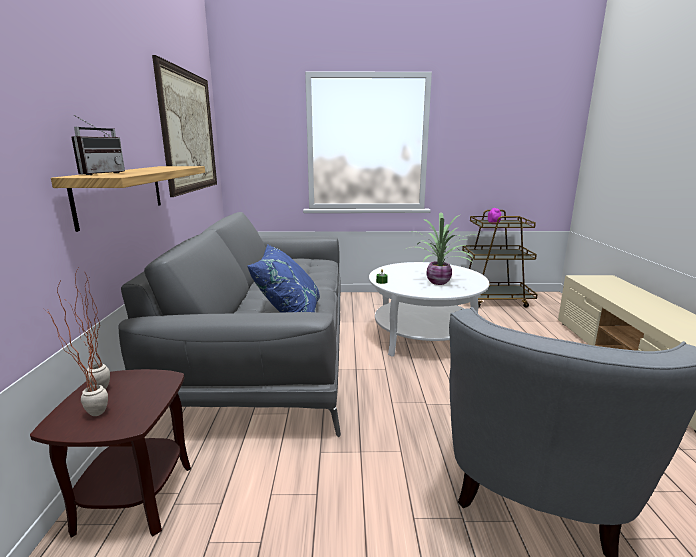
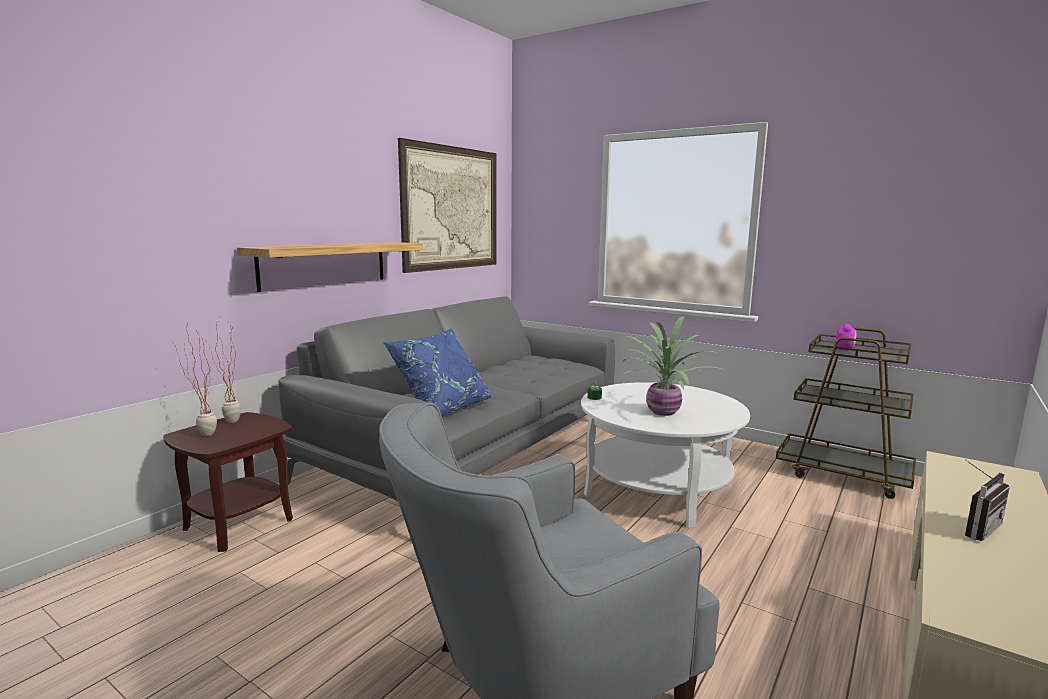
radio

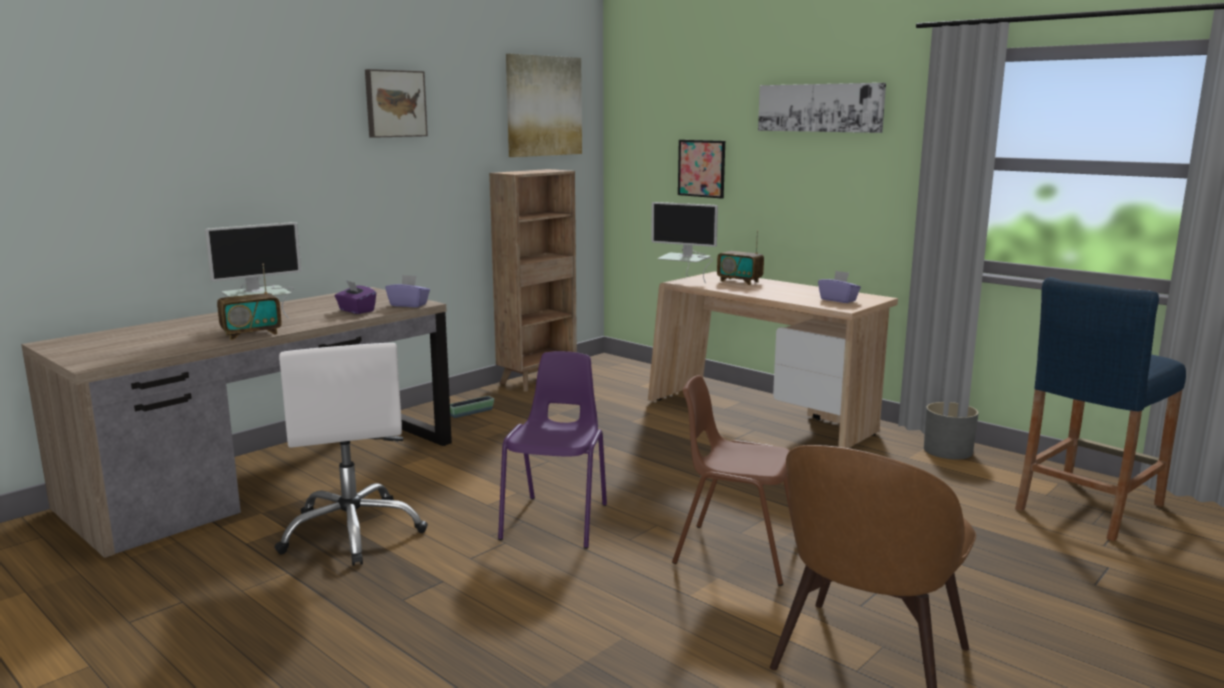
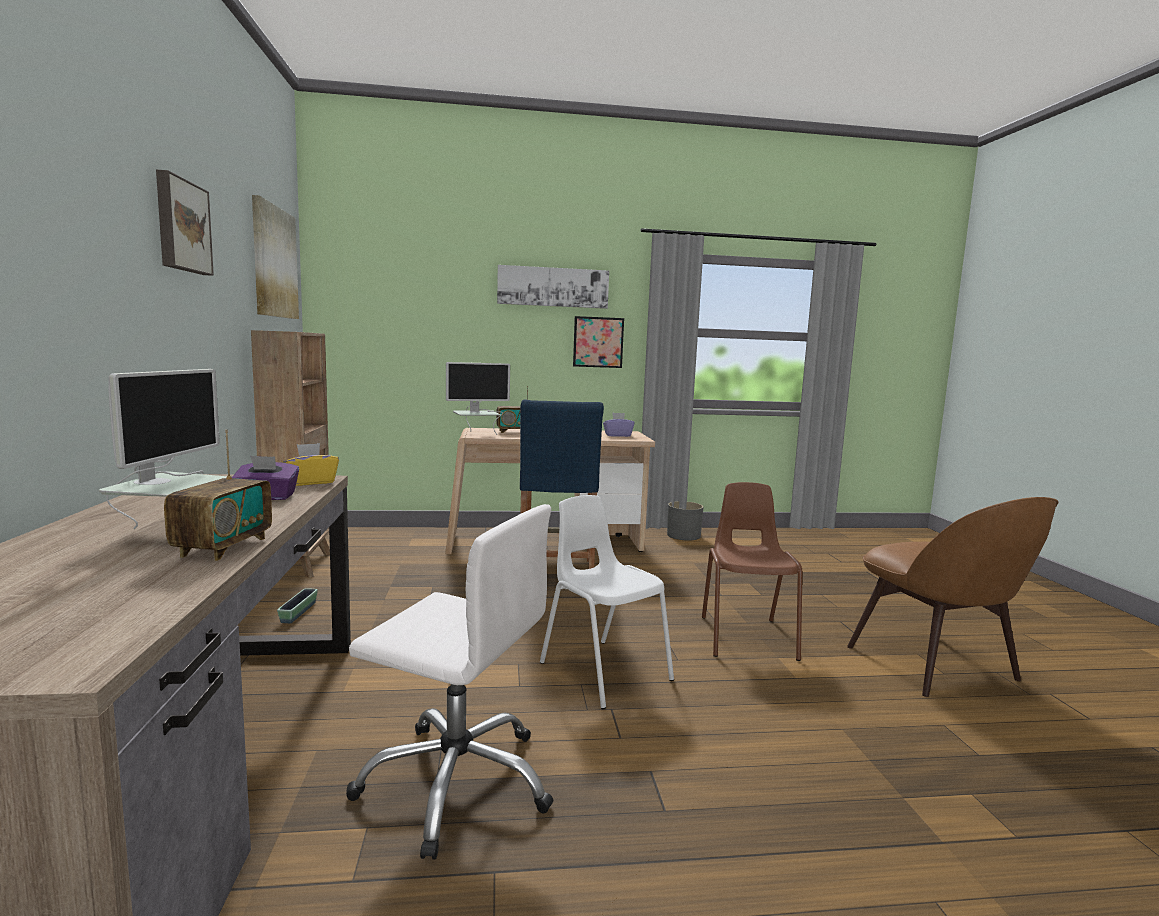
boîte à mouchoirs/jaune; tabouret/bleu; chaise/blanc; tableau (4th from left); chaise/marron (1st from left)

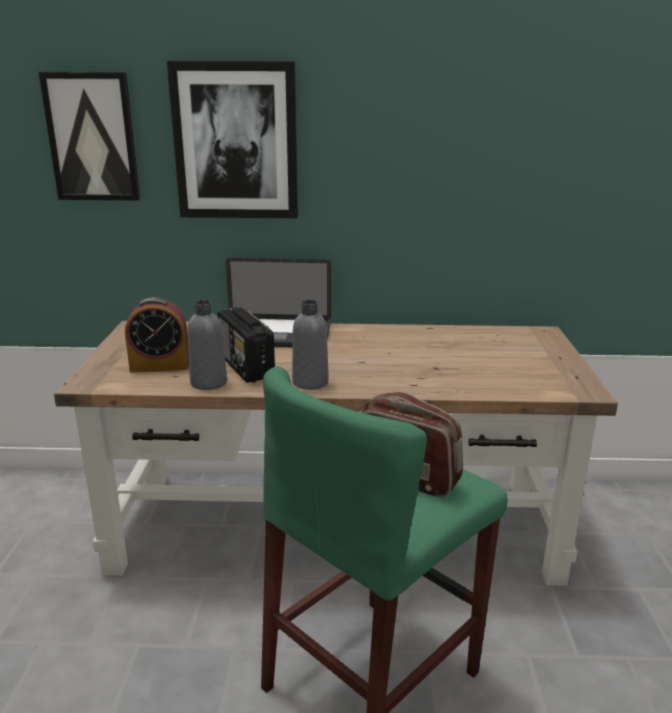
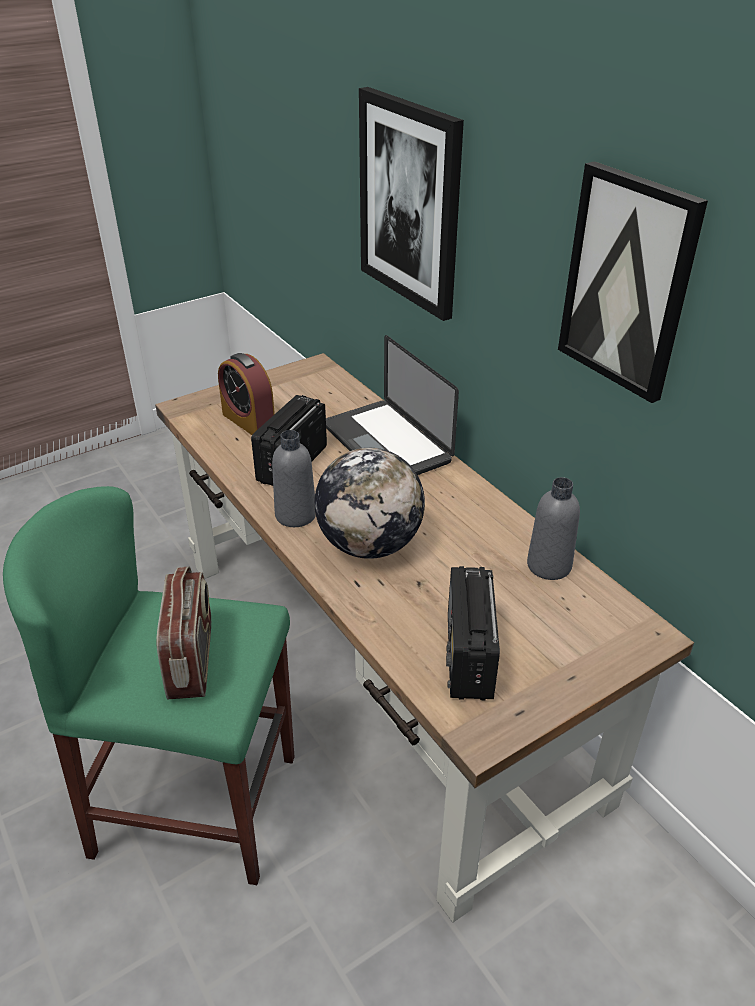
globe; radio (3rd from left); bouteille/gris (2nd from left); tableau (2nd from left)

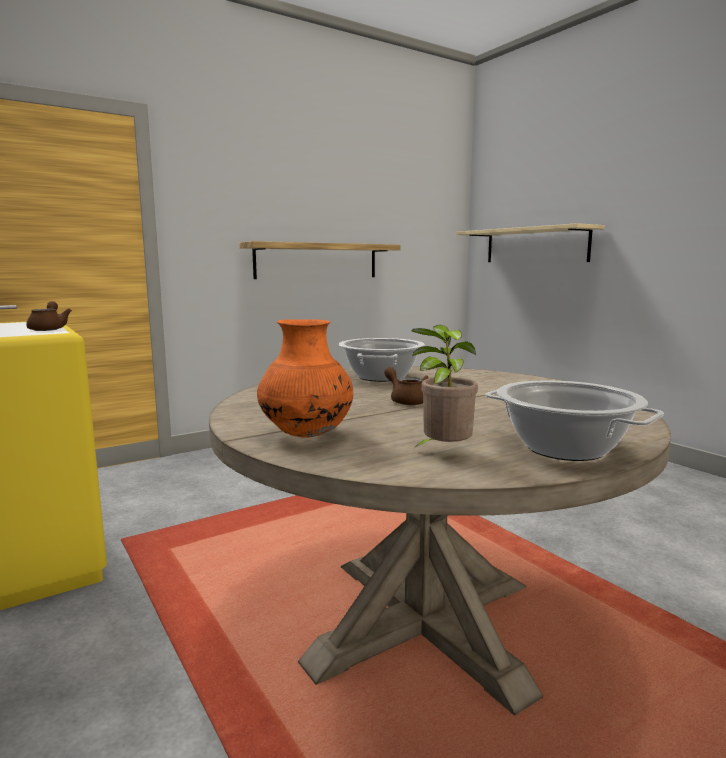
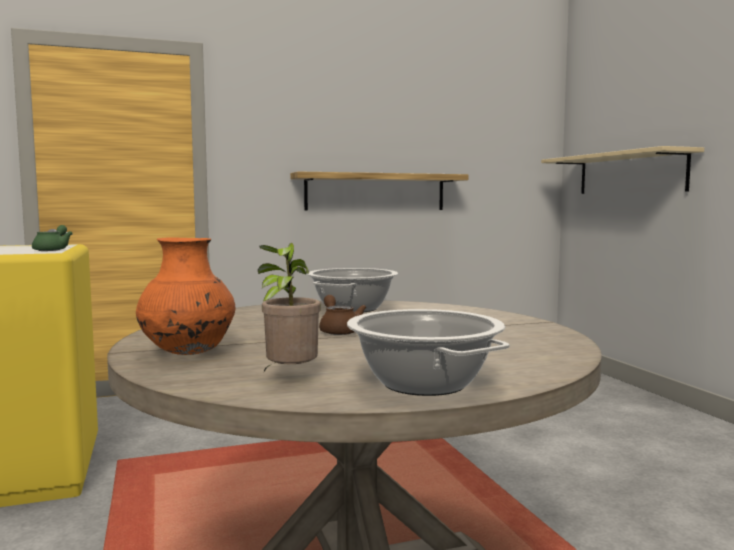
théière/vert

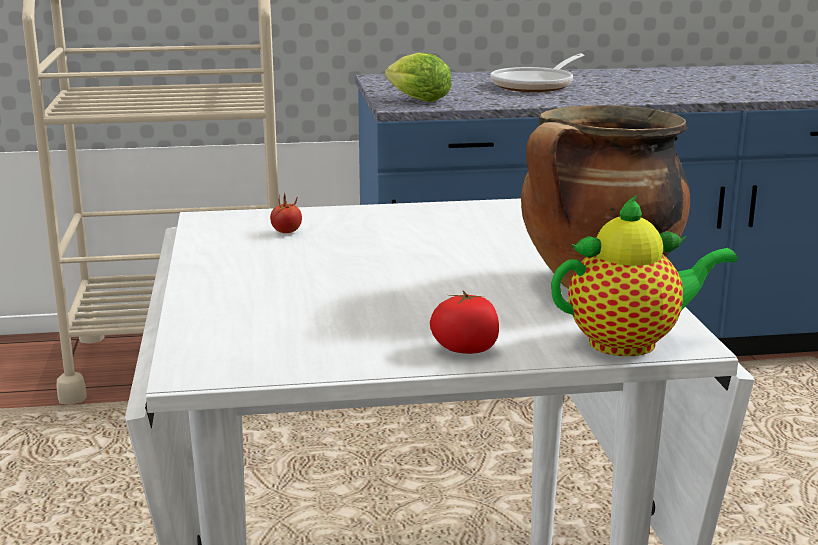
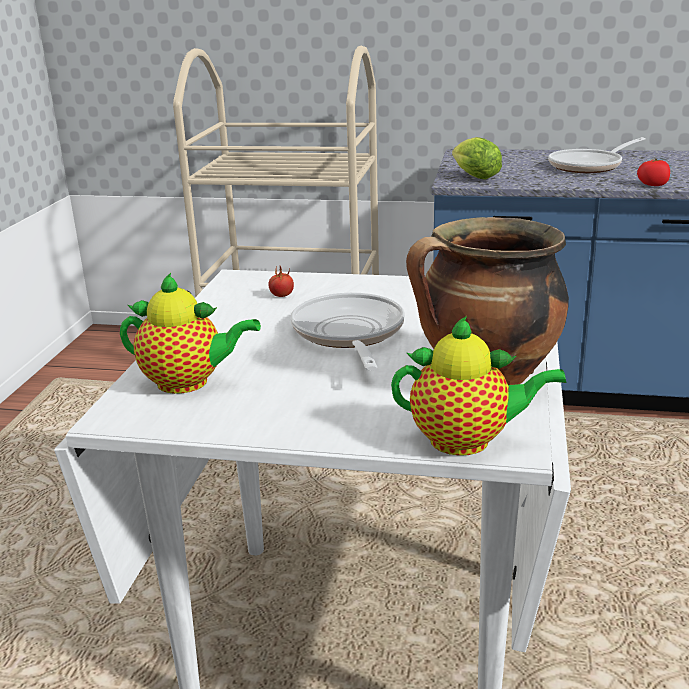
théière (1st from left); poêle (1st from left); tomate (2nd from left)

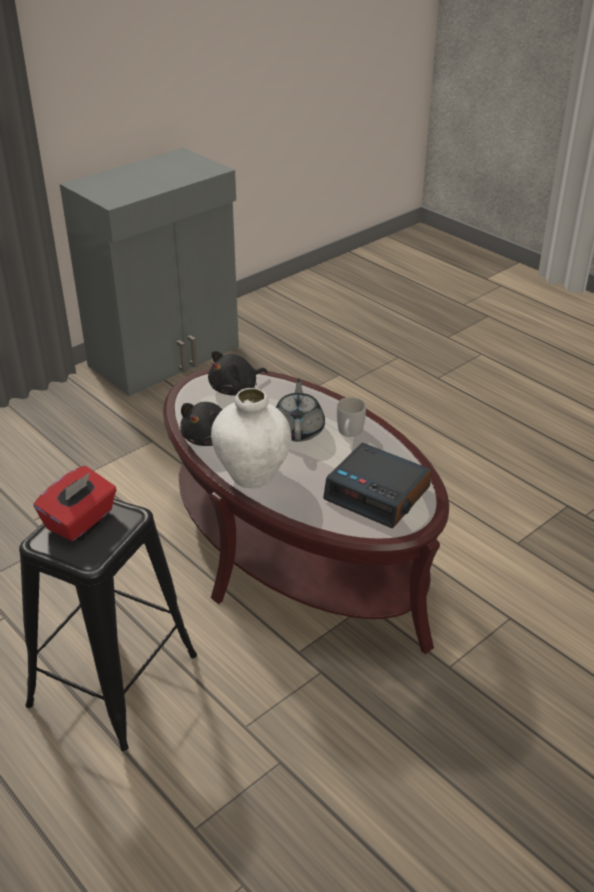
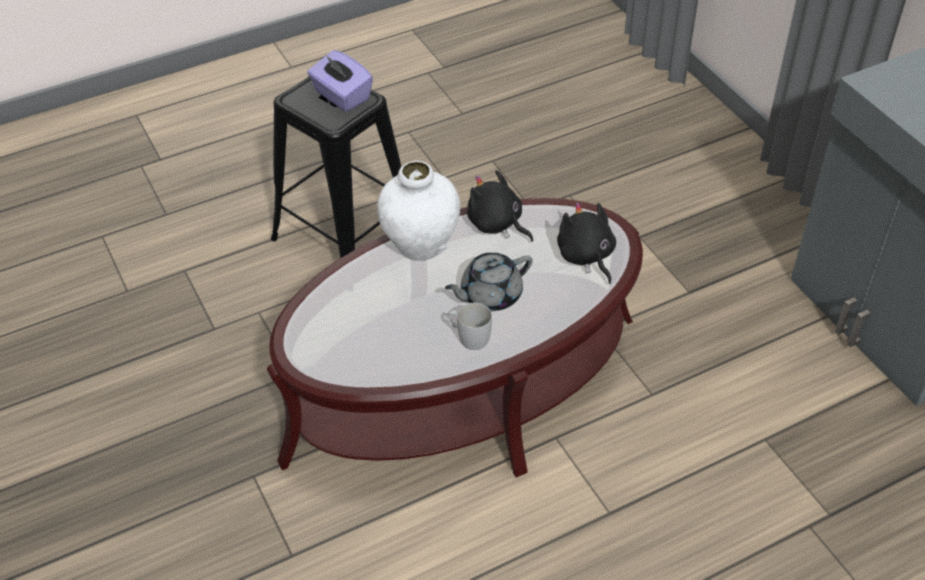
boîte à mouchoirs/violet; théière/gris; réveil

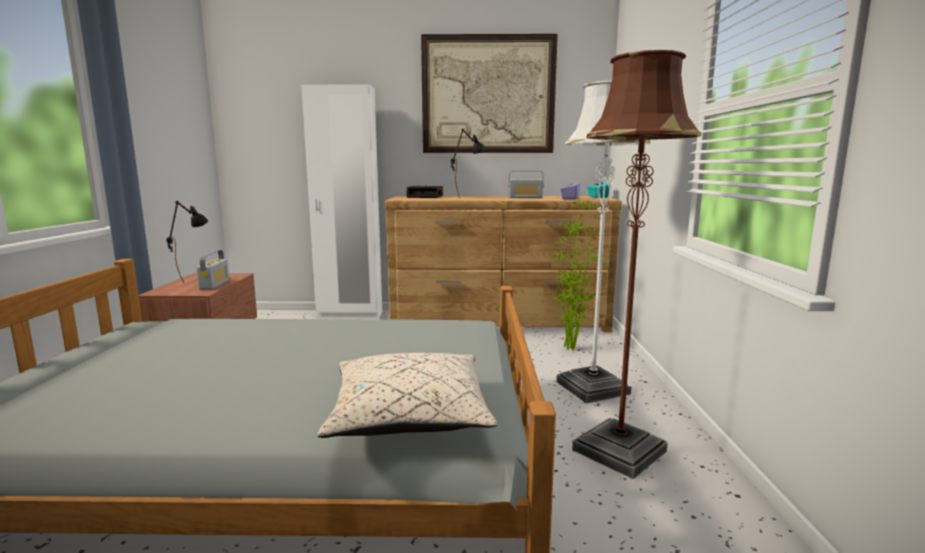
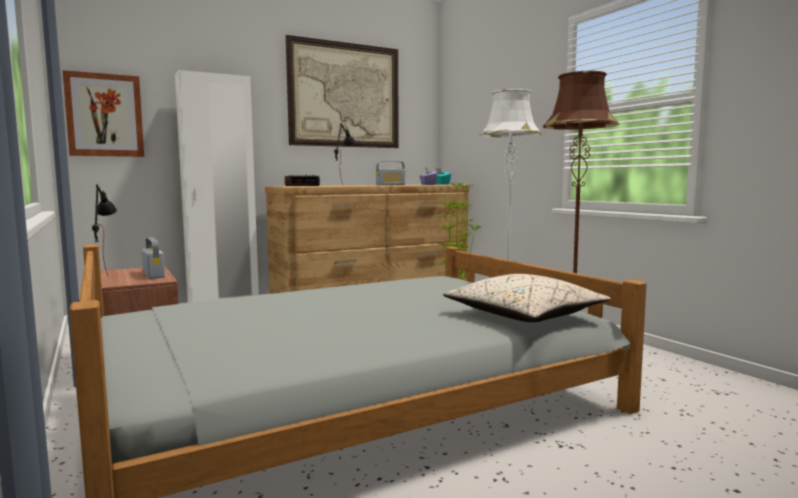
tableau (1st from left)

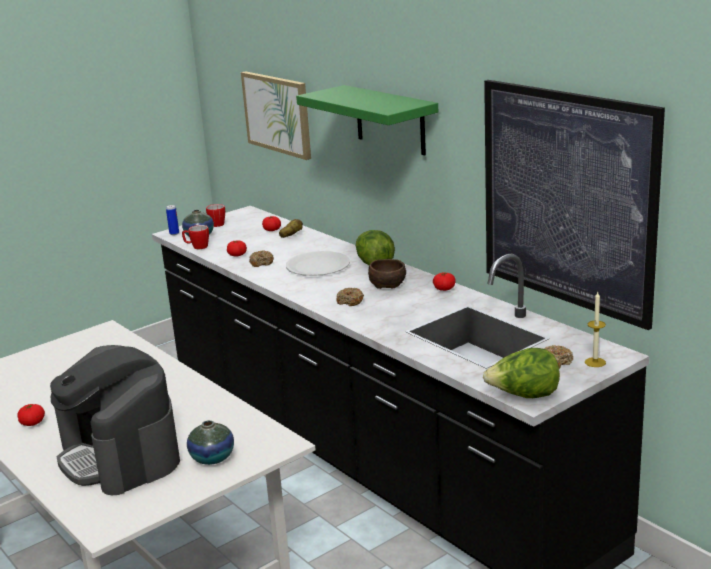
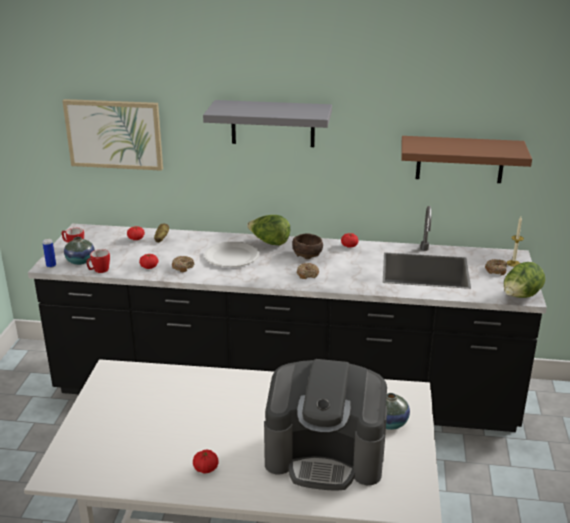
étagère/gris; étagère/marron

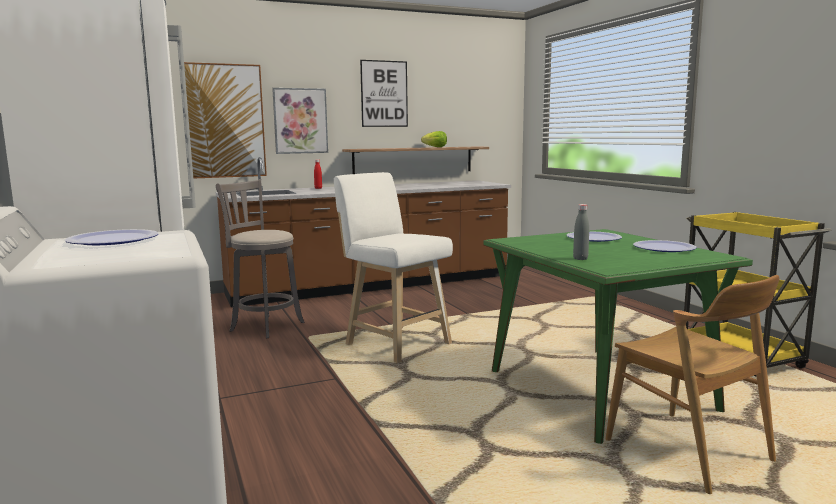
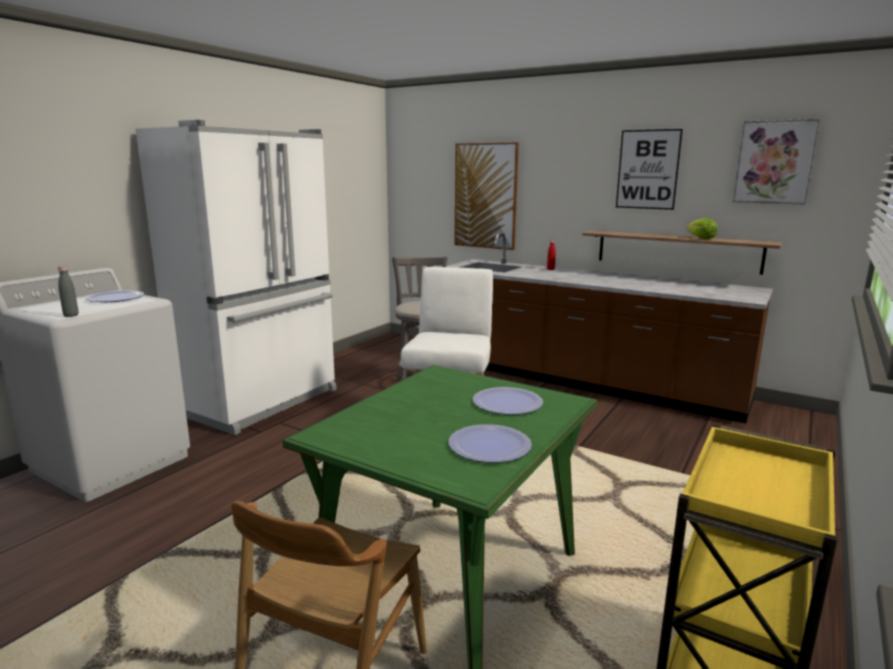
bouteille/gris; tableau (3rd from left)

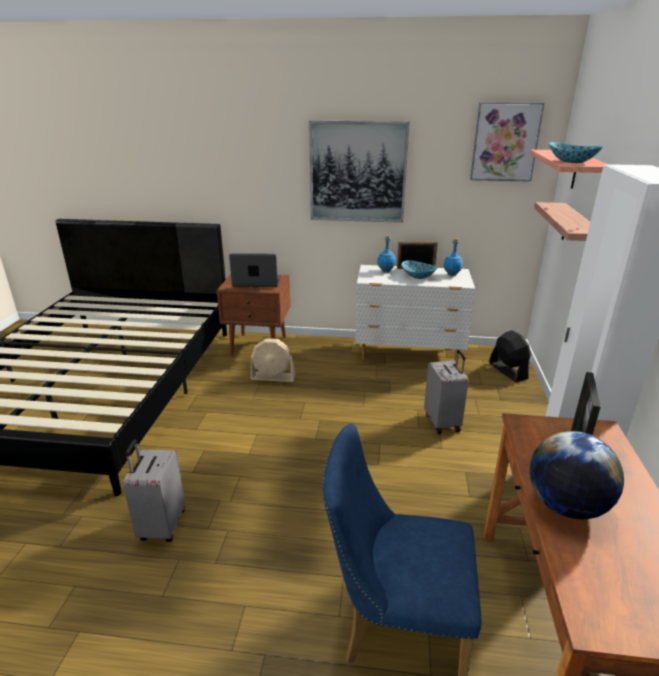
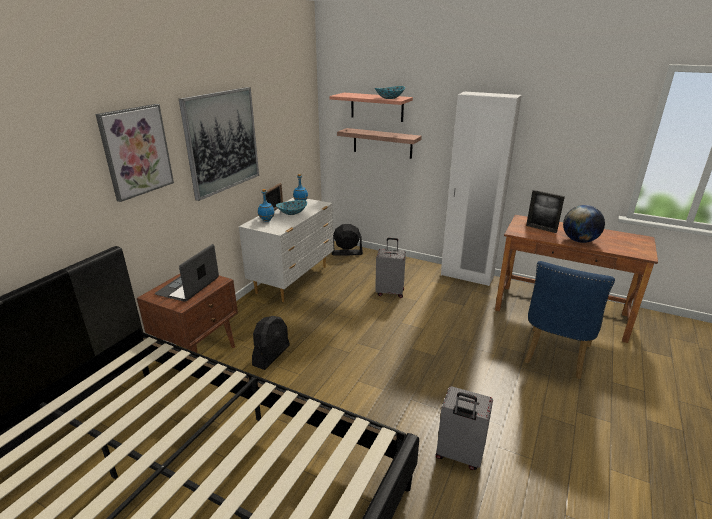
tableau (1st from left); ventilateur/noir (1st from left)

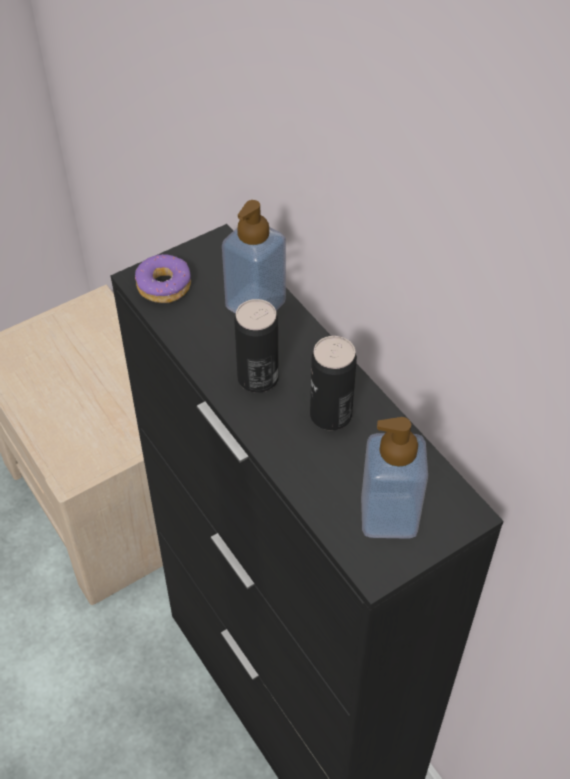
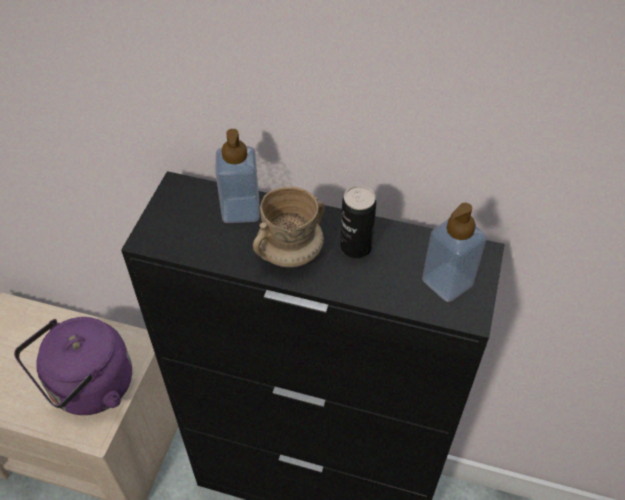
bouilloire/violet; mug/beige; beignet

